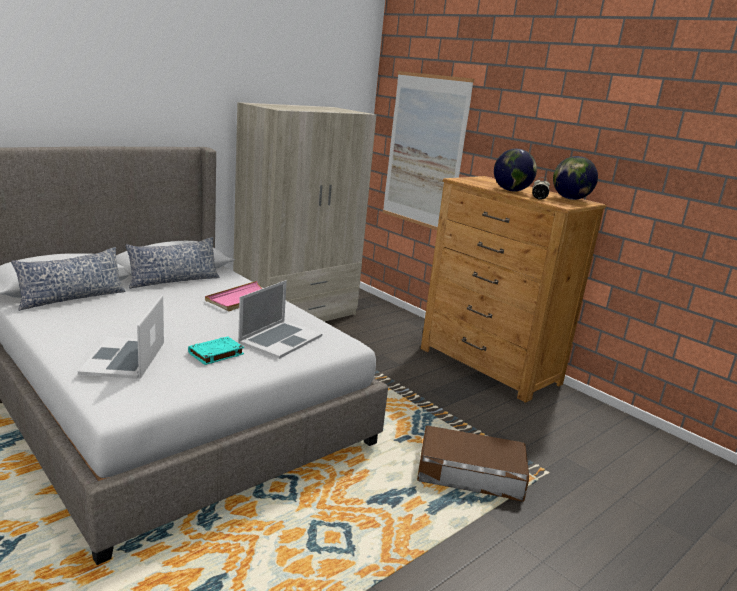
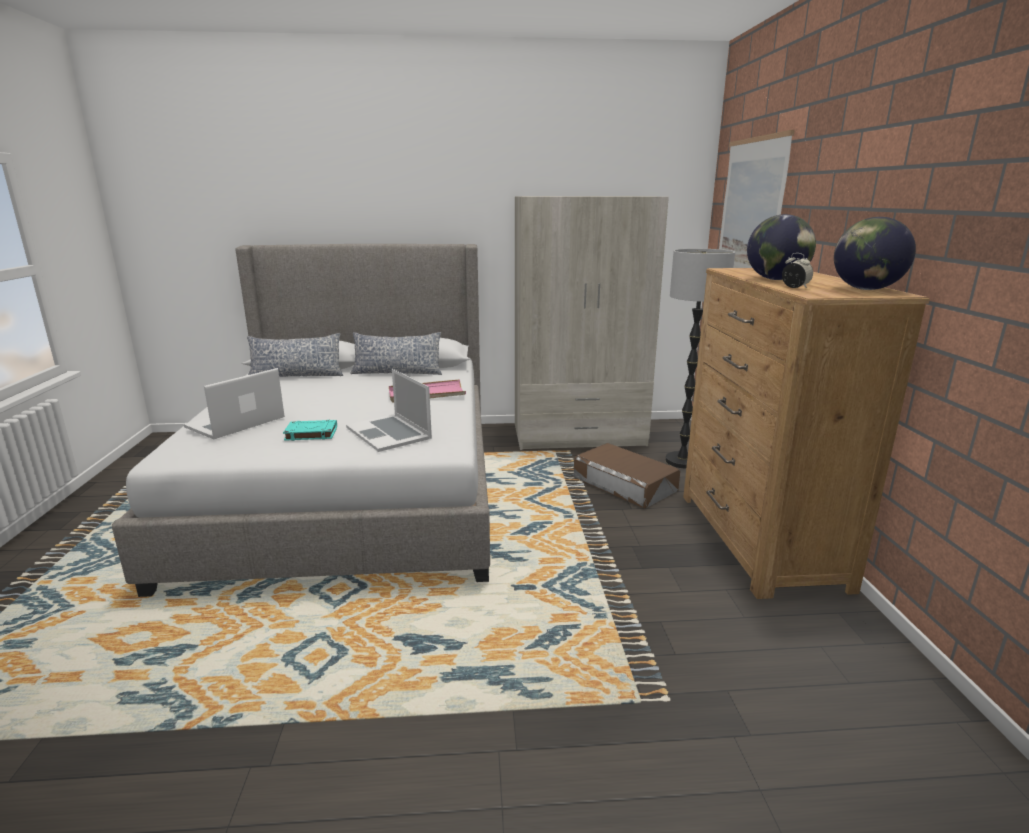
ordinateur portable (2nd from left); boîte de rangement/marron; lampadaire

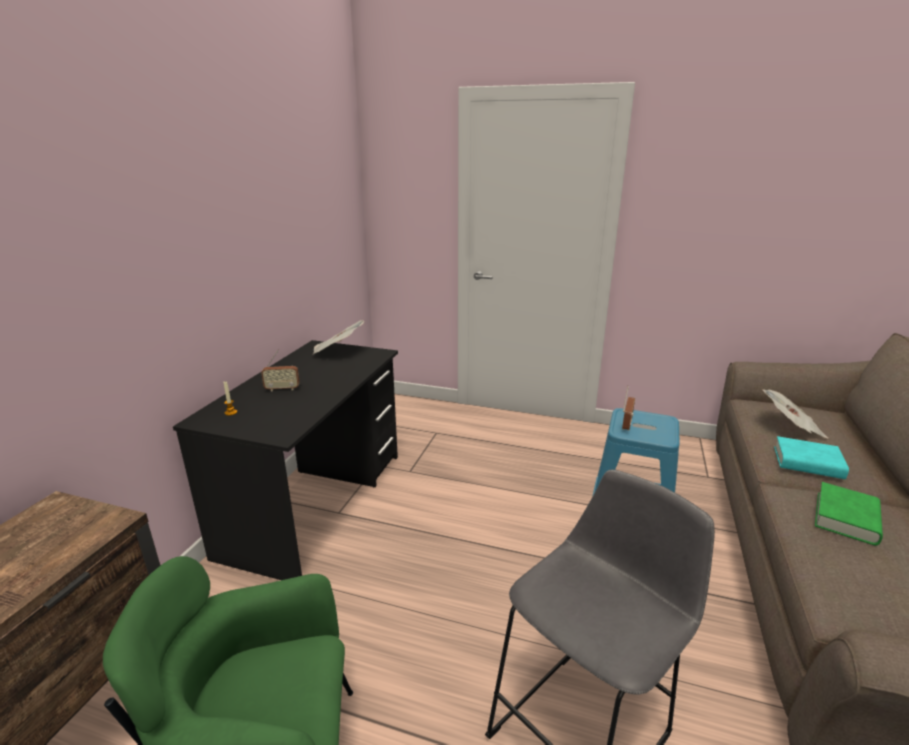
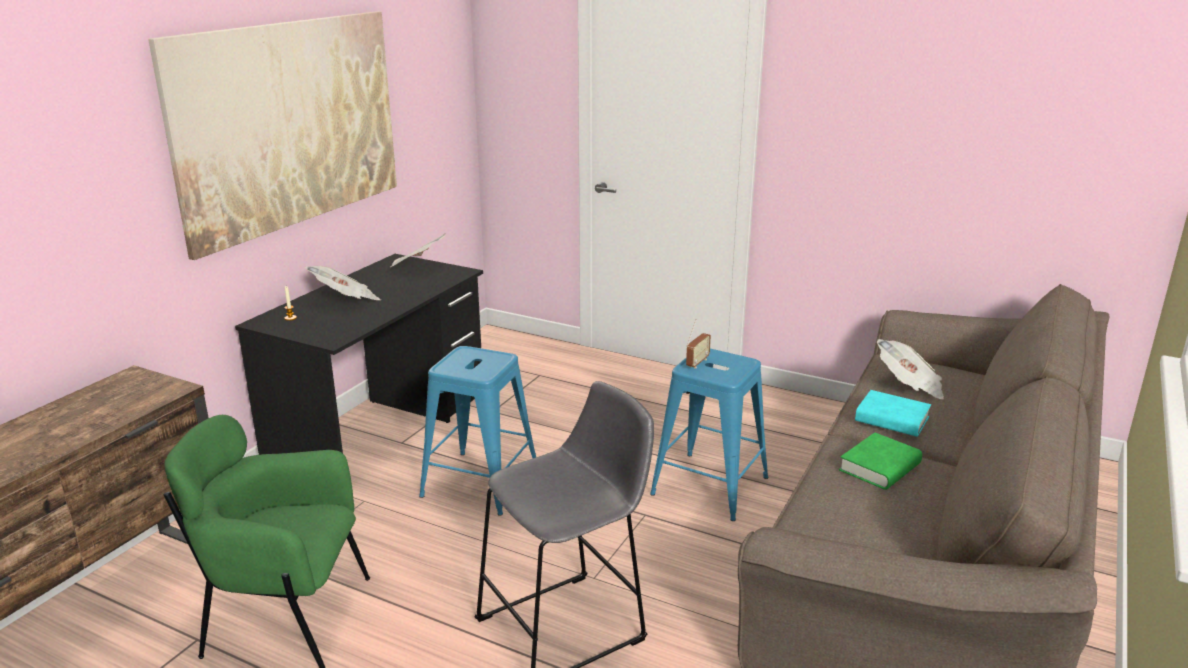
tableau; journal (1st from left); tabouret/bleu (1st from left)

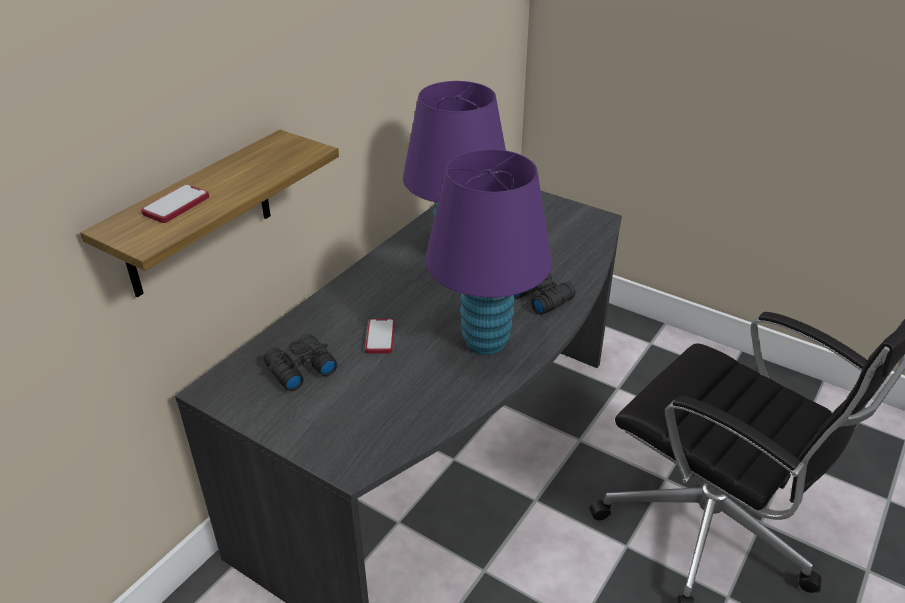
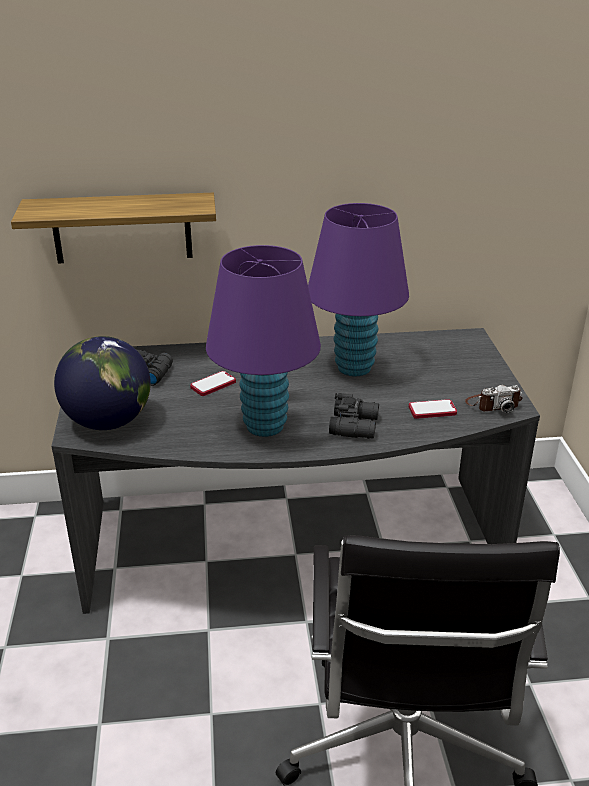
globe; téléphone (2nd from left); appareil photo

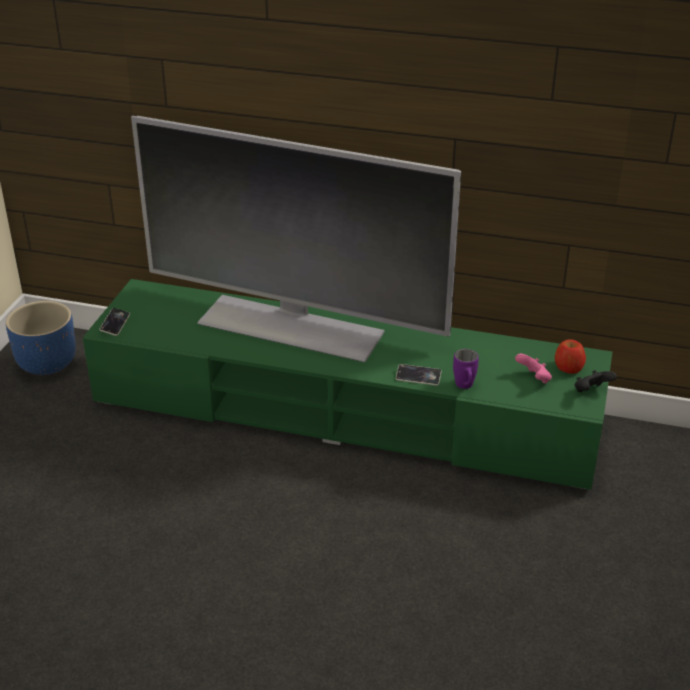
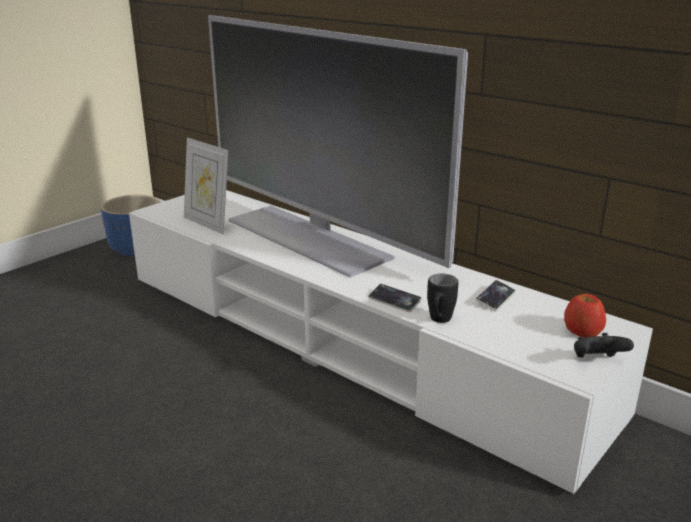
meuble télé/blanc; cadre photo; mug/noir; téléphone (2nd from left); manette/rose

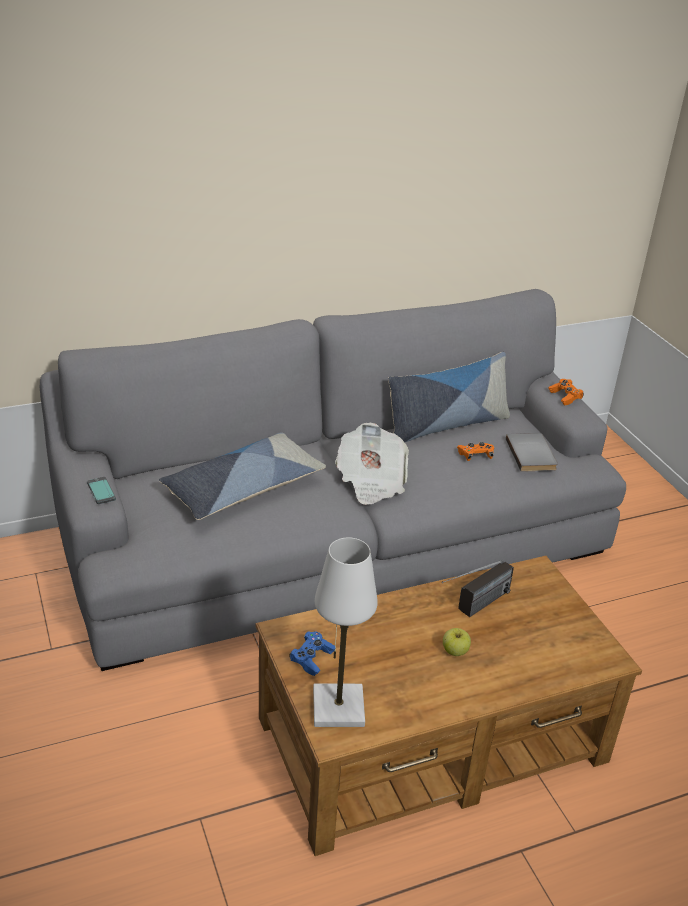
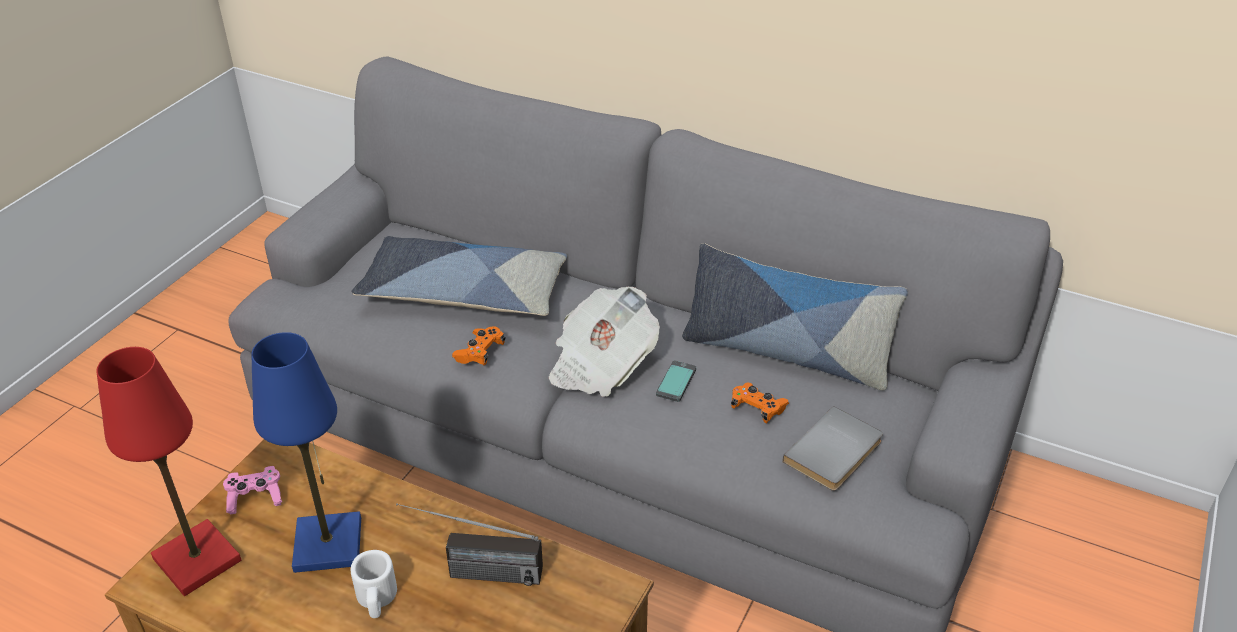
lampe de table/rouge; manette/rose; lampe de table/bleu; mug/blanc; manette/orange (1st from left); téléphone

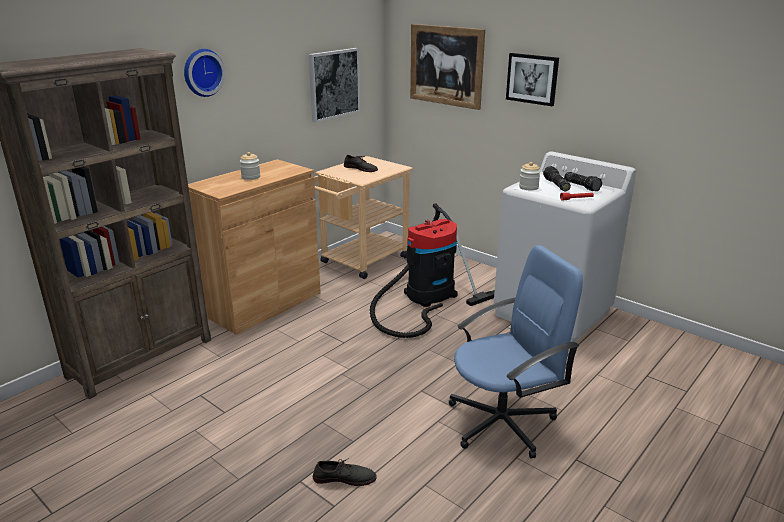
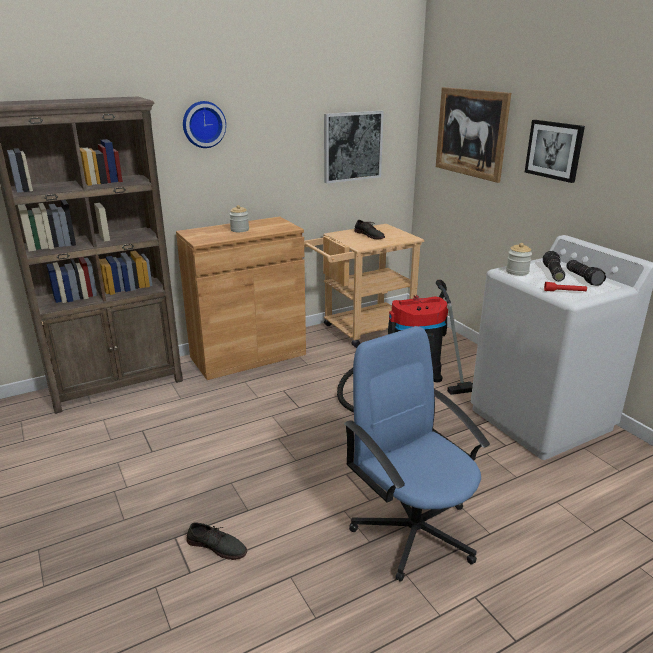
chaise de bureau/bleu

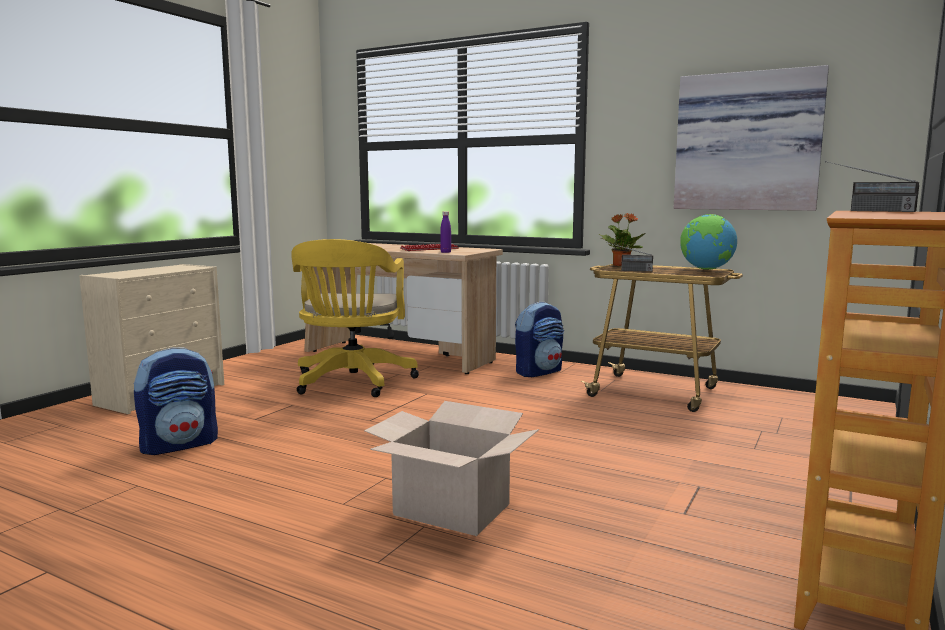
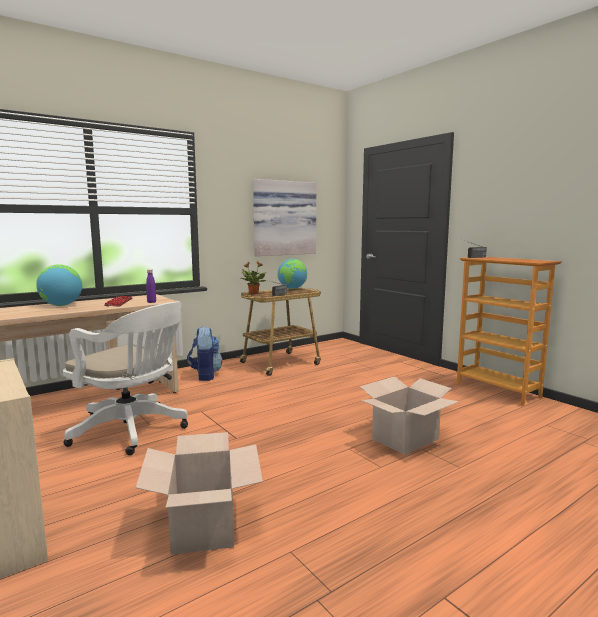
globe (1st from left); chaise de bureau/blanc; carton (1st from left)

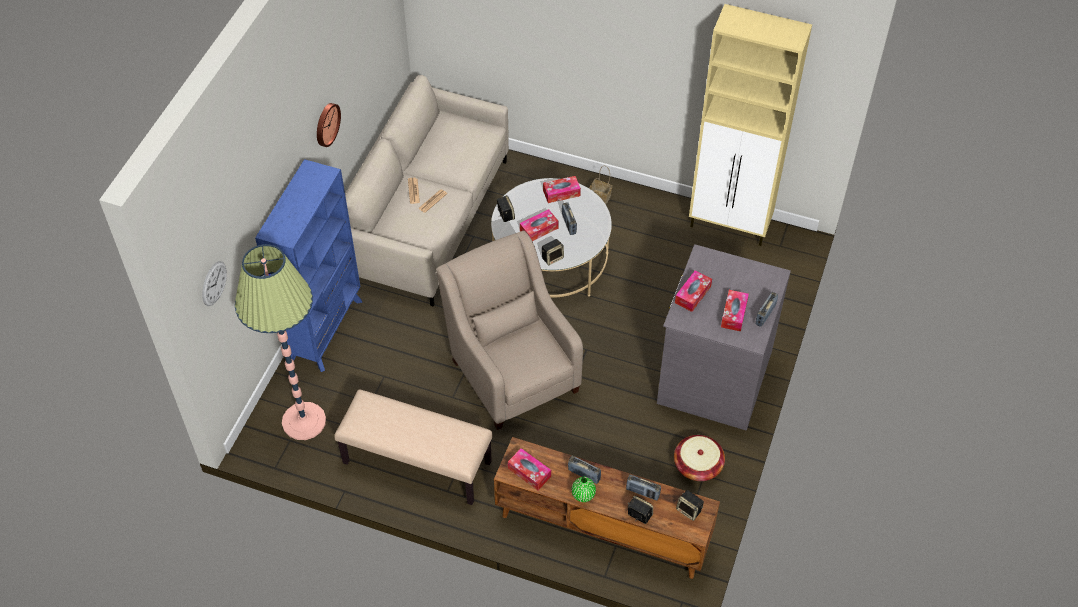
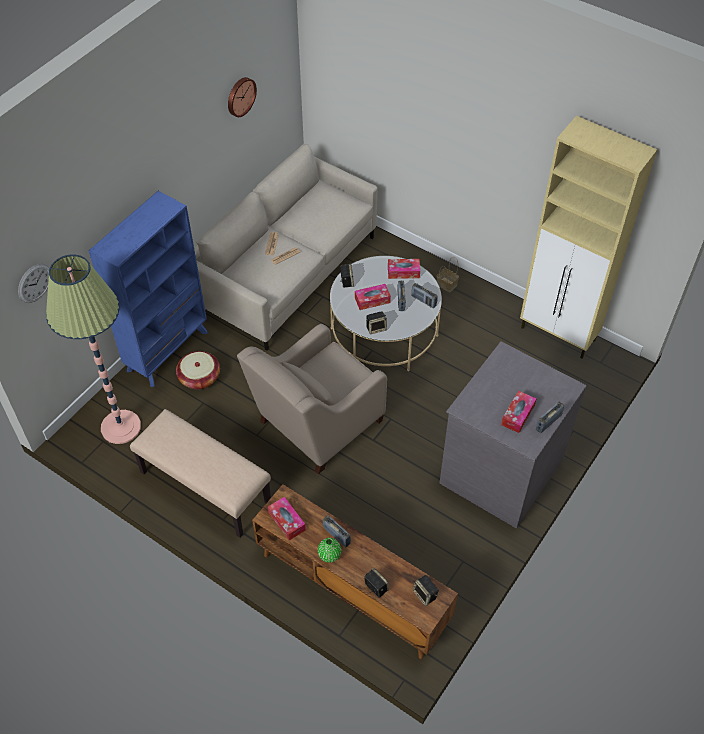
panier (1st from left); horloge murale (2nd from left); fauteuil/beige; radio (3rd from left); boîte à mouchoirs (4th from left in the first image)

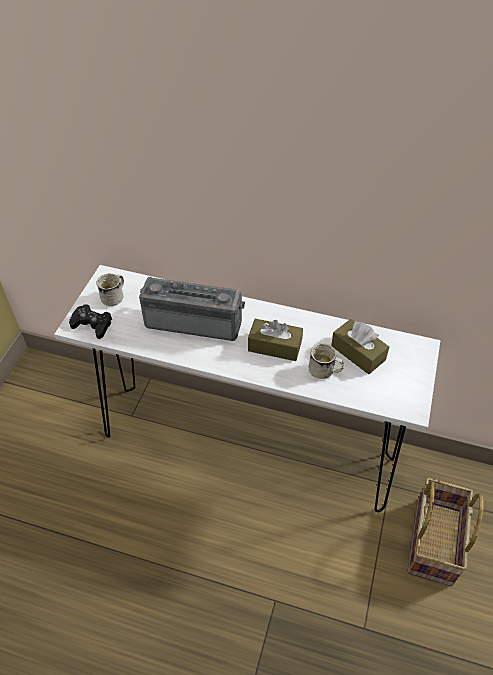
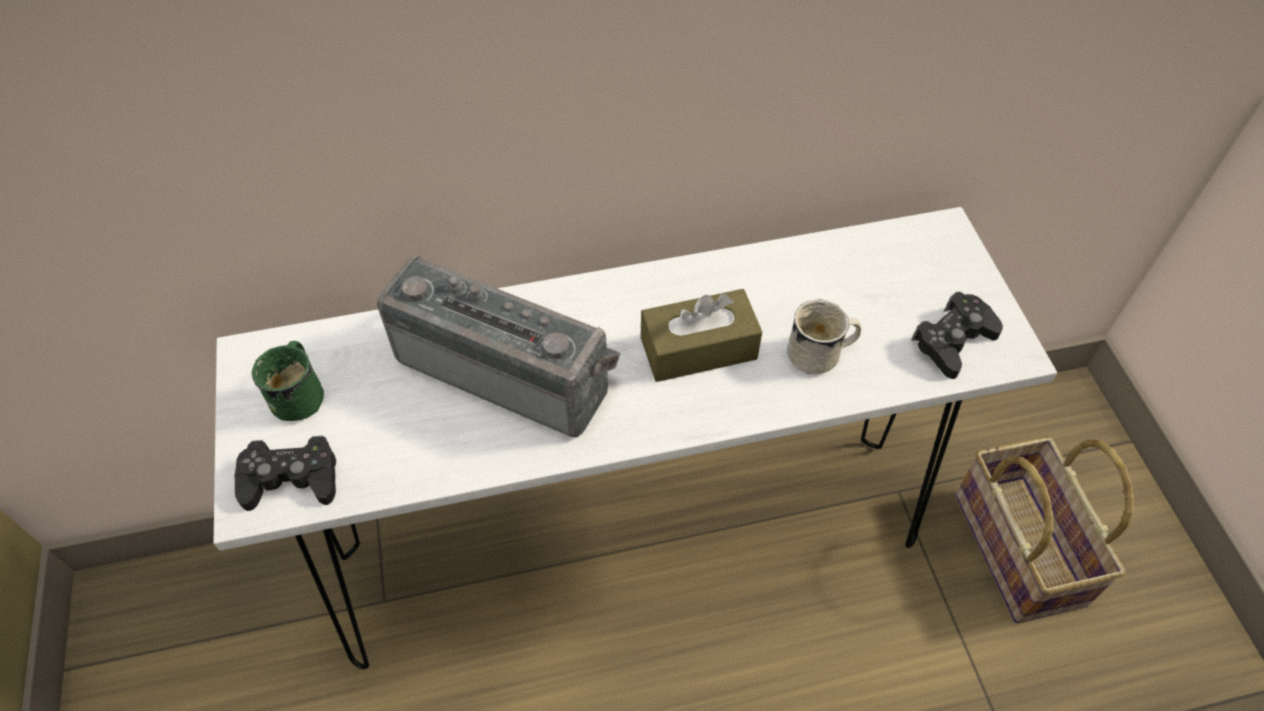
mug/vert; radio; manette/noir (2nd from left); boîte à mouchoirs/marron (2nd from left in the first image)

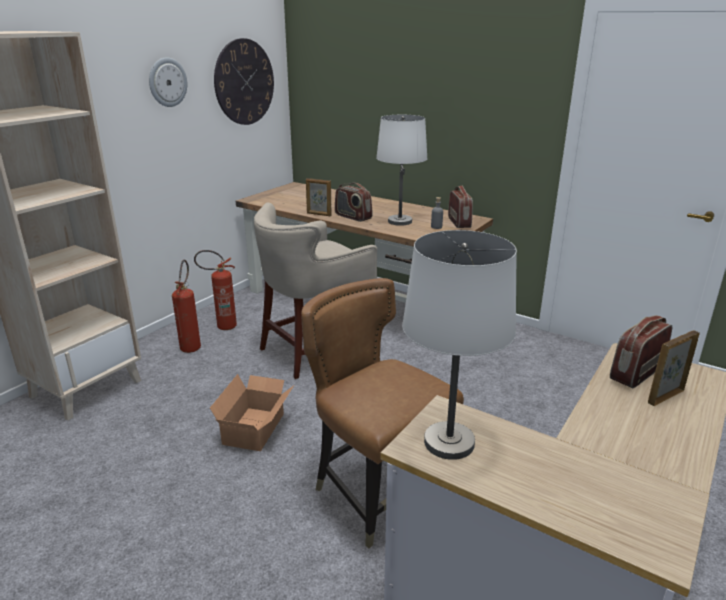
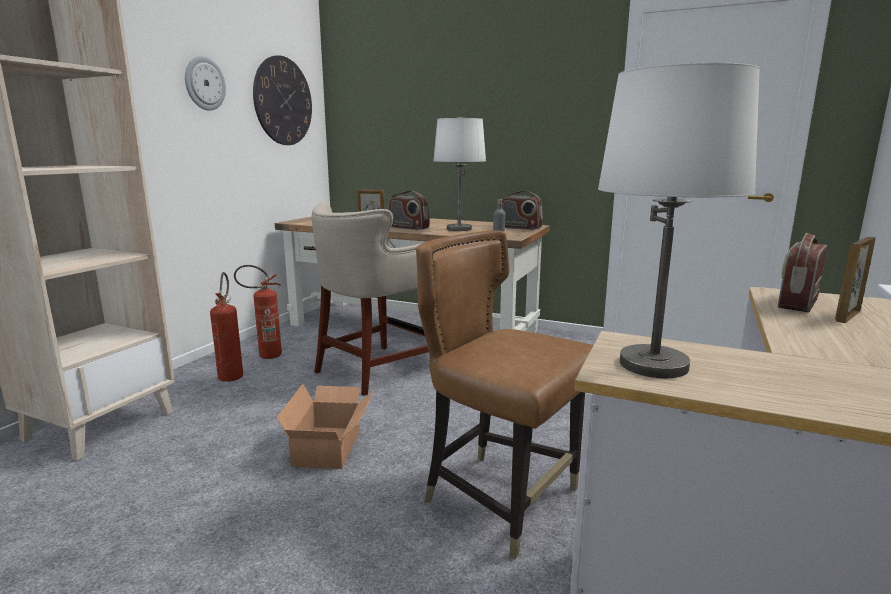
radio (2nd from left)

